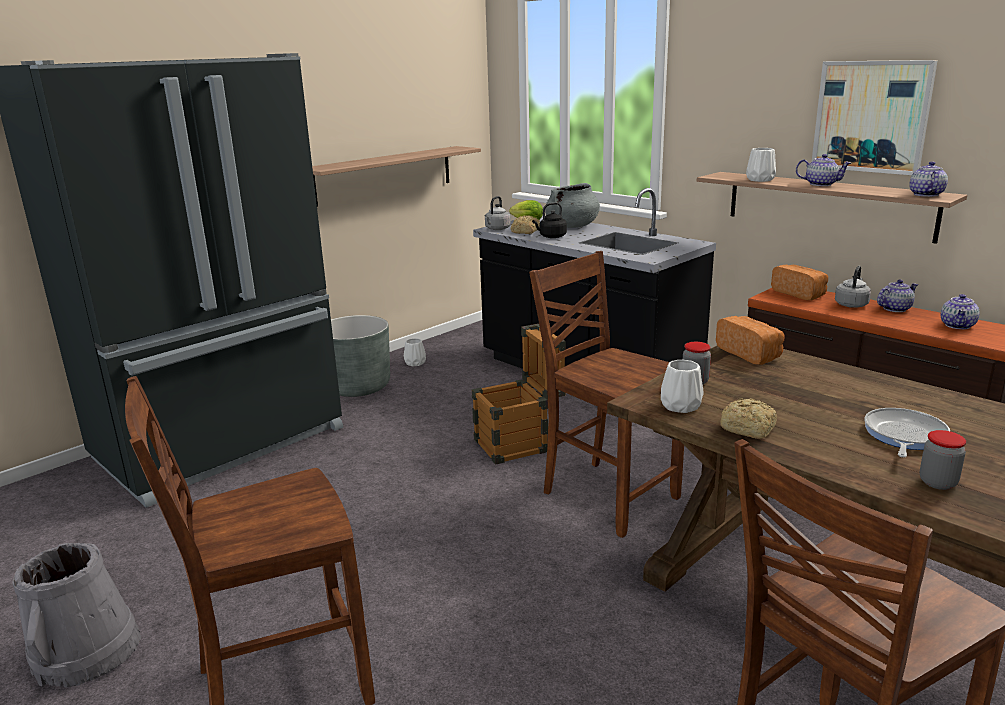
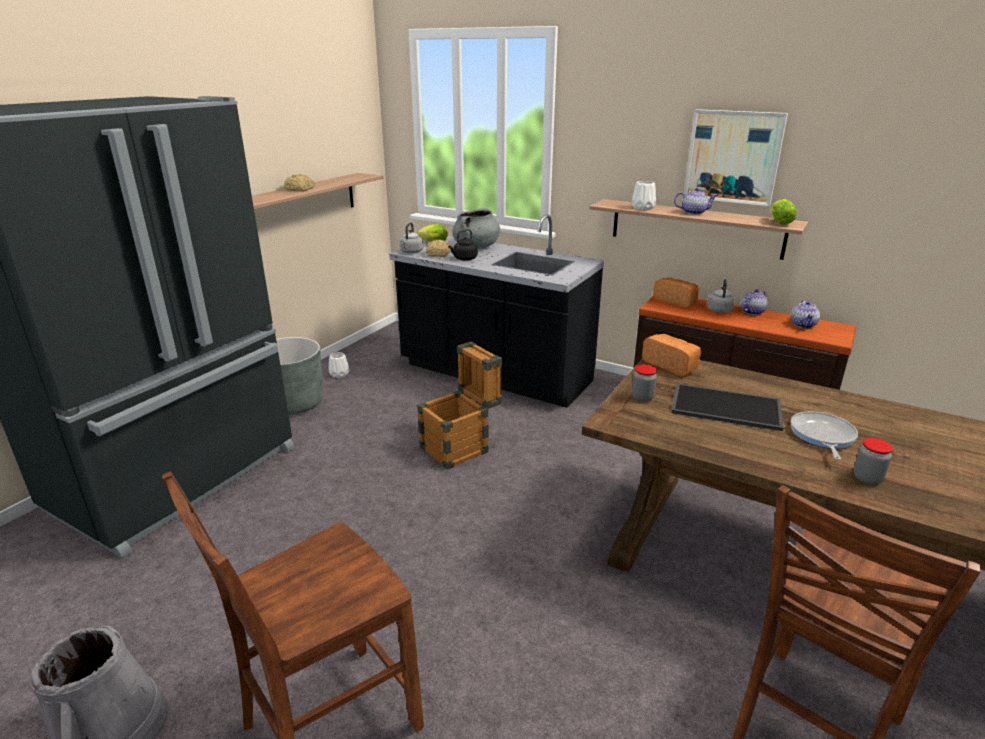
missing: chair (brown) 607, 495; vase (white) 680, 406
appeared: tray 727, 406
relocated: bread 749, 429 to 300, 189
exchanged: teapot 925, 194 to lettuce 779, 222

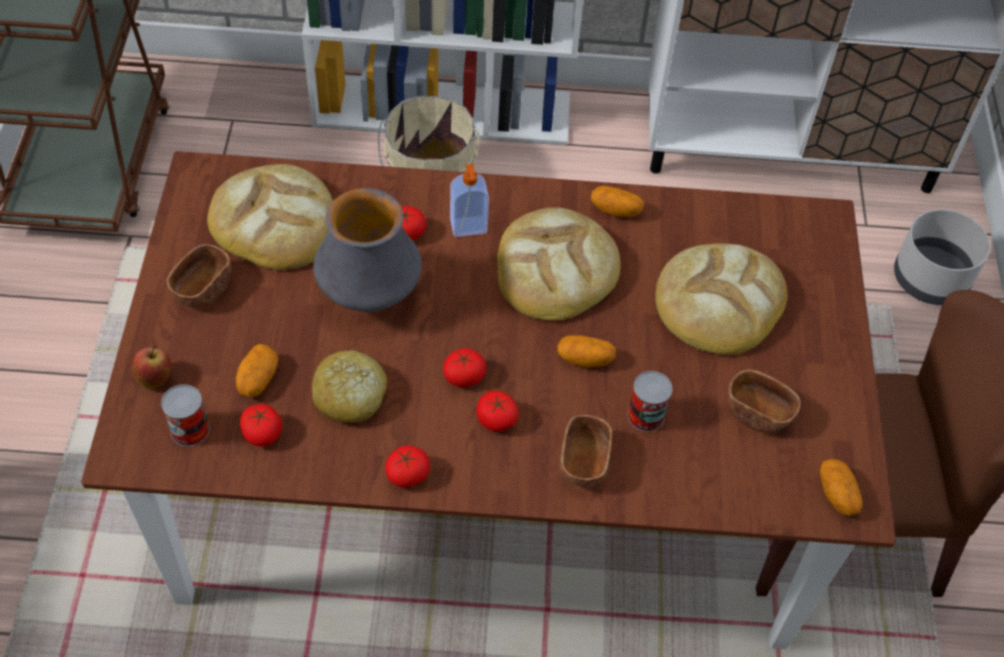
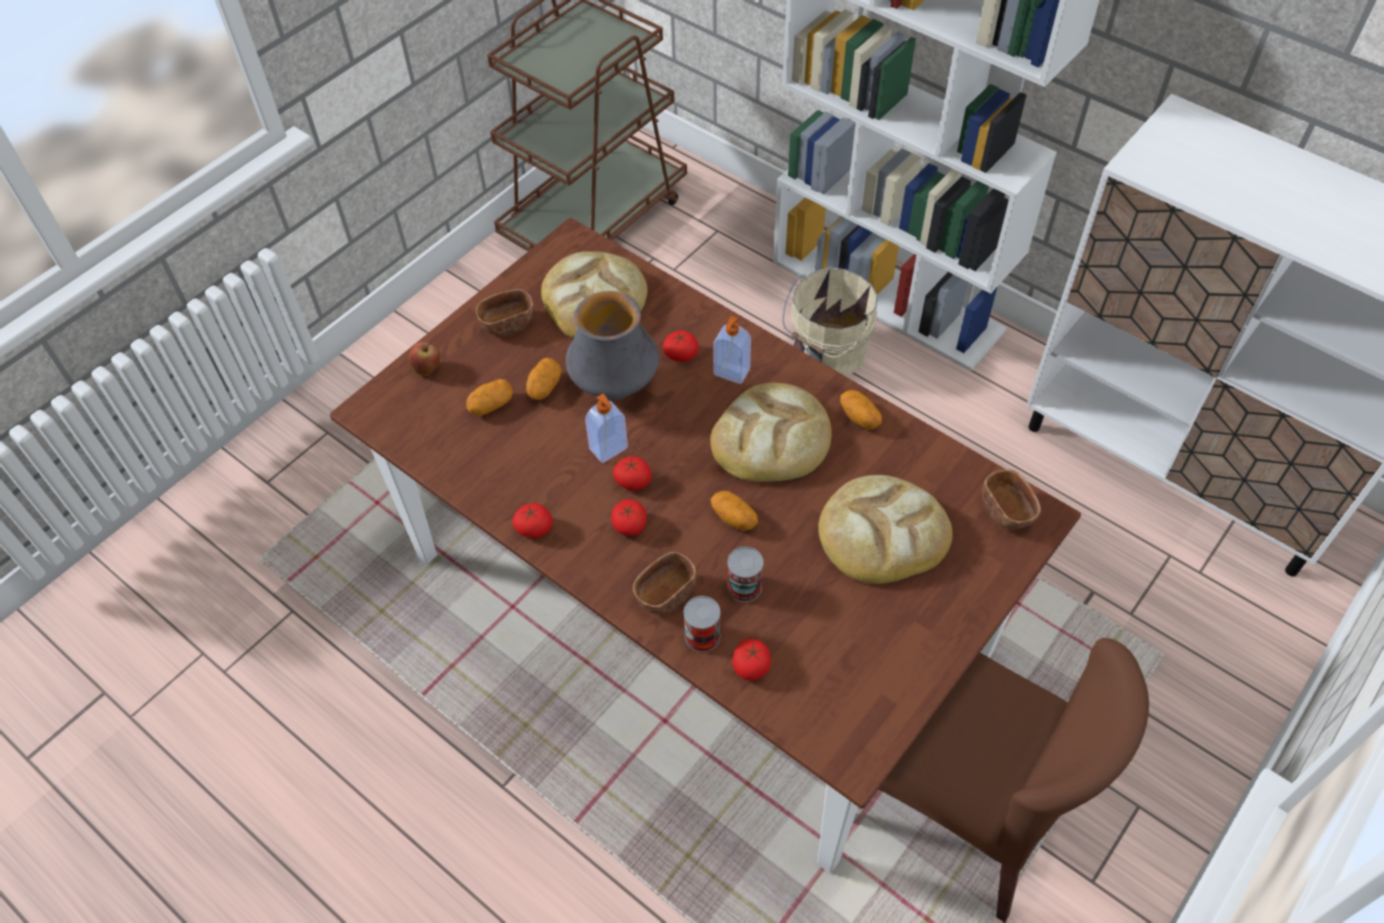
missing: bread 350, 395; planter (grey) 931, 279
appeared: soap dispenser 609, 449
relocated: can 189, 429 to 702, 636; tomato 262, 433 to 751, 666; bowl (brown) 758, 413 to 1007, 511; potato 837, 495 to 544, 387

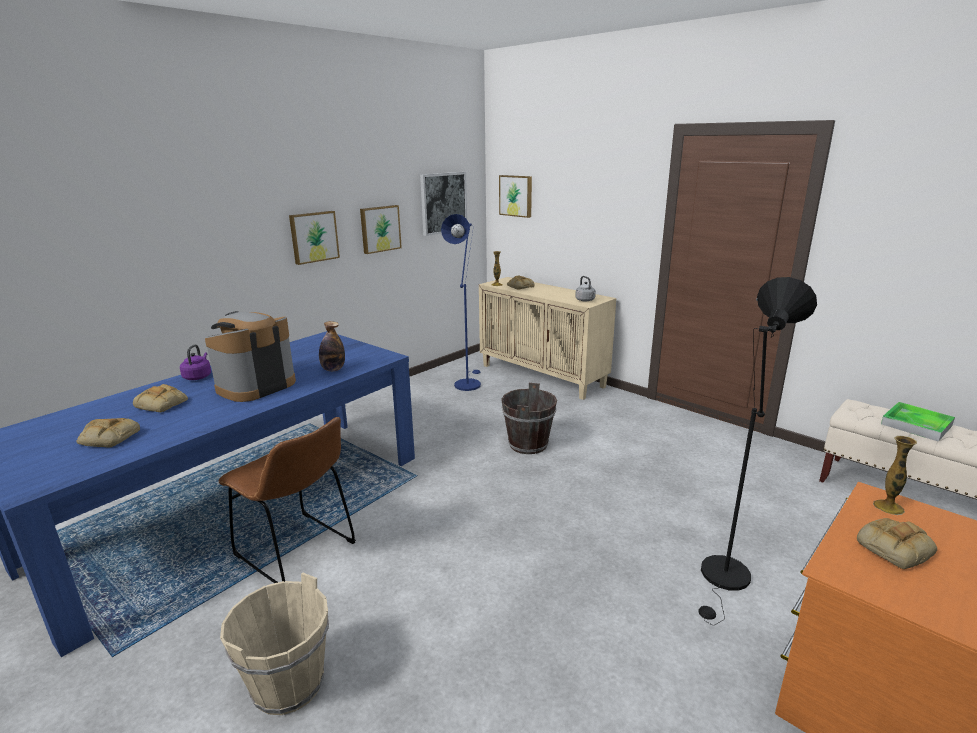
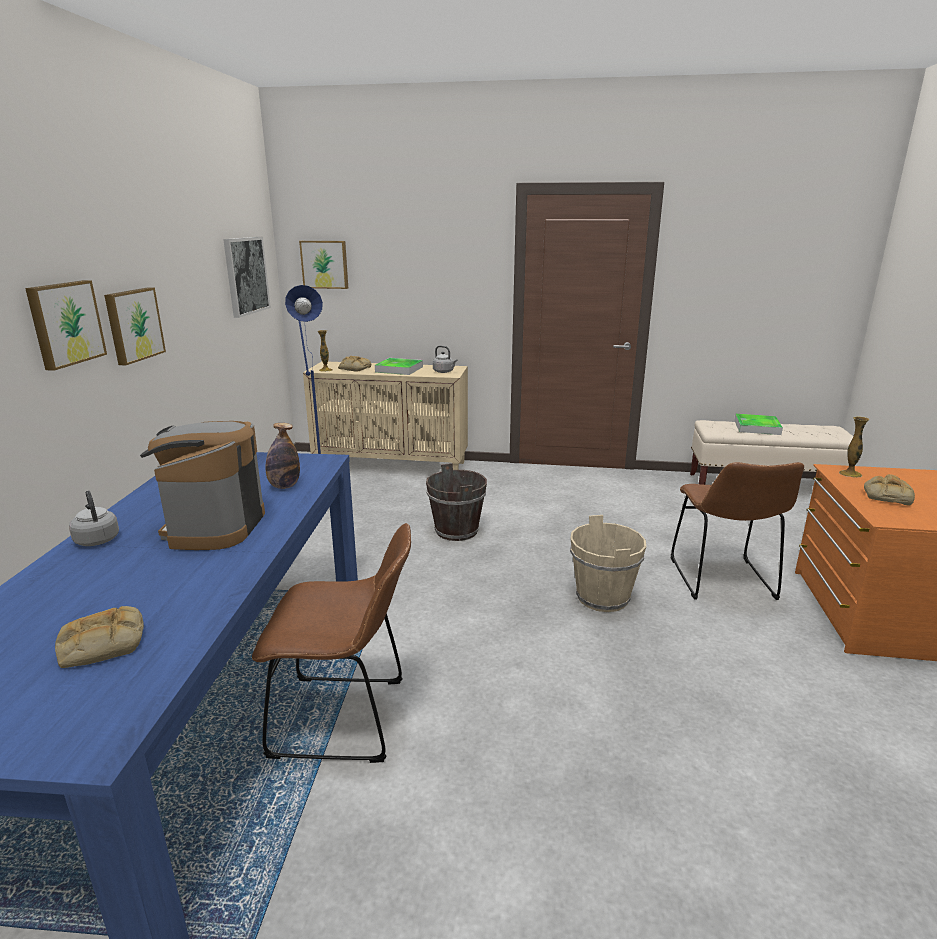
missing: bread 163, 404
appeared: tray 399, 369
relocated: bucket (beige) 288, 684 to 602, 597; picture 379, 229 to 65, 323
exchanged: floor lamp (black) 724, 580 to chair (brown) 723, 582
colour: kettle (purple) 198, 376 to kettle (grey) 97, 539

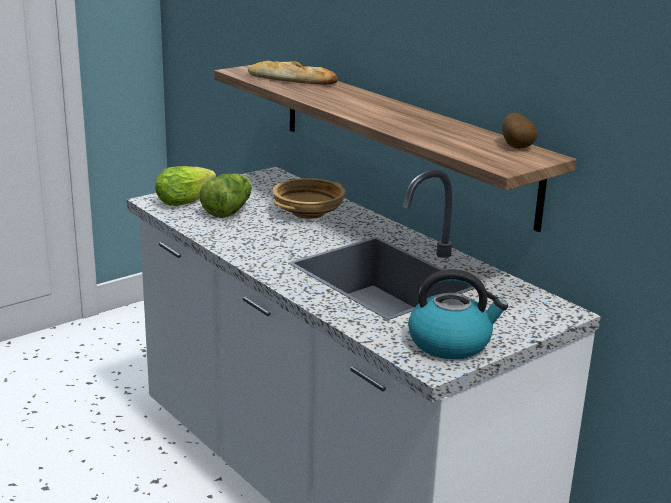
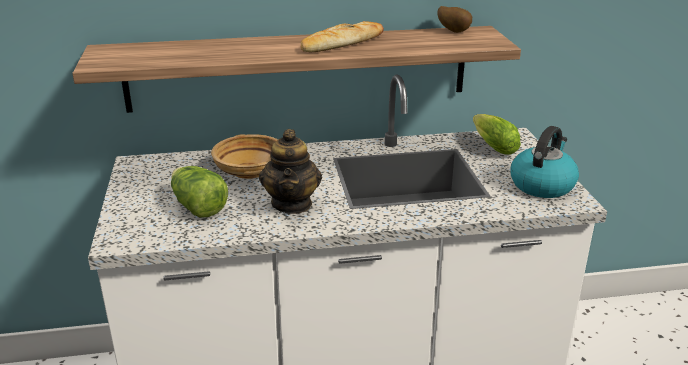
appeared: teapot 292, 203
relocated: lettuce 188, 199 to 491, 146; bread 292, 80 to 342, 43

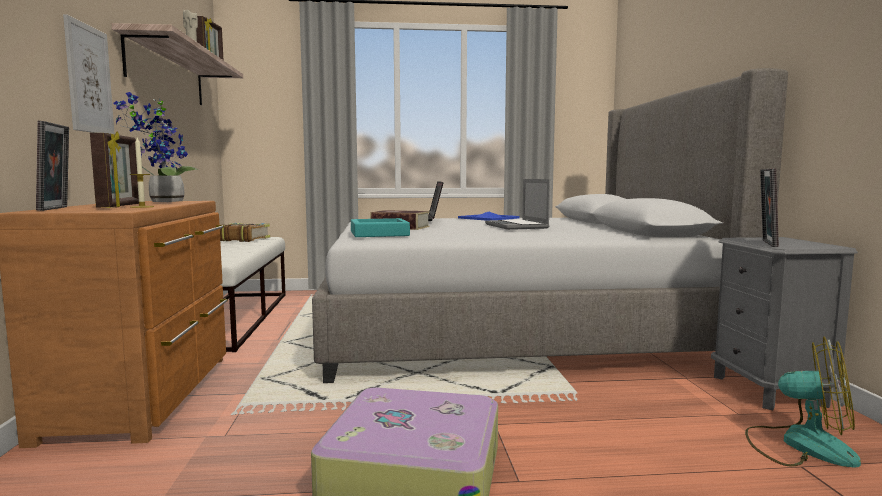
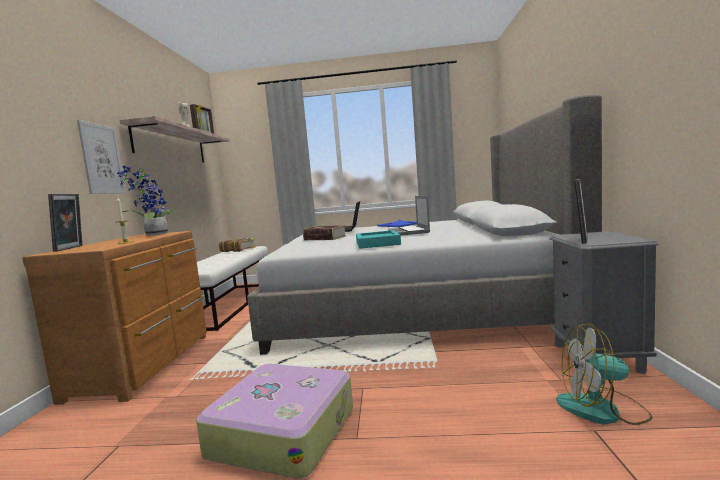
missing: picture frame 120, 206
relocated: tray (turquoise) 379, 233 to 377, 244
spun: fan 800, 445 = 602, 409 150 degrees clockwise

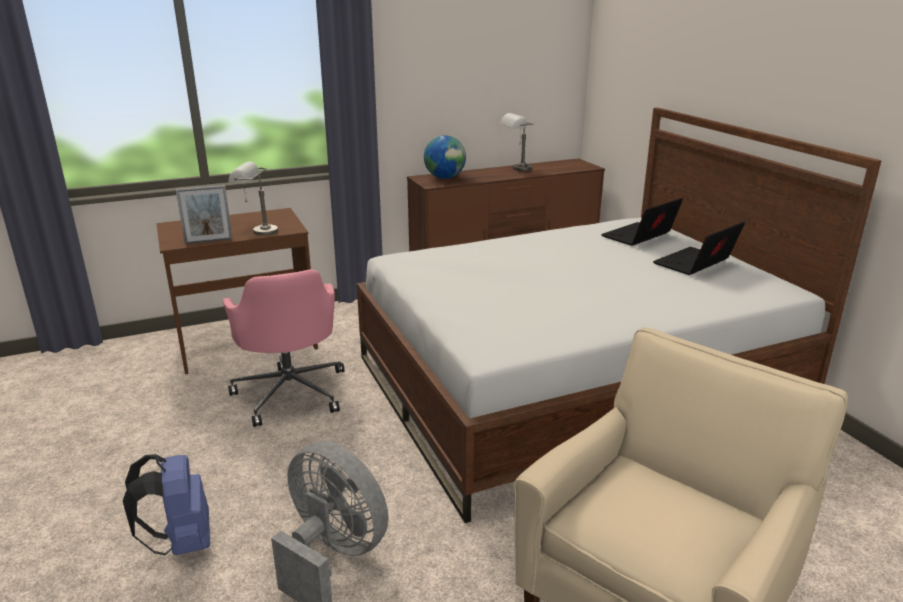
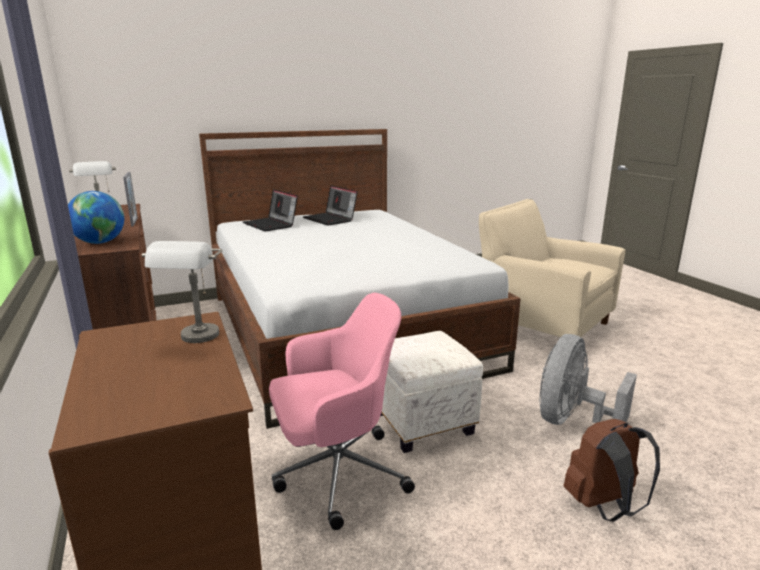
appeared: ottoman (white) 423, 422
relocated: picture frame 208, 241 to 134, 222
colour: backpack (blue) 181, 542 to backpack (brown) 604, 506

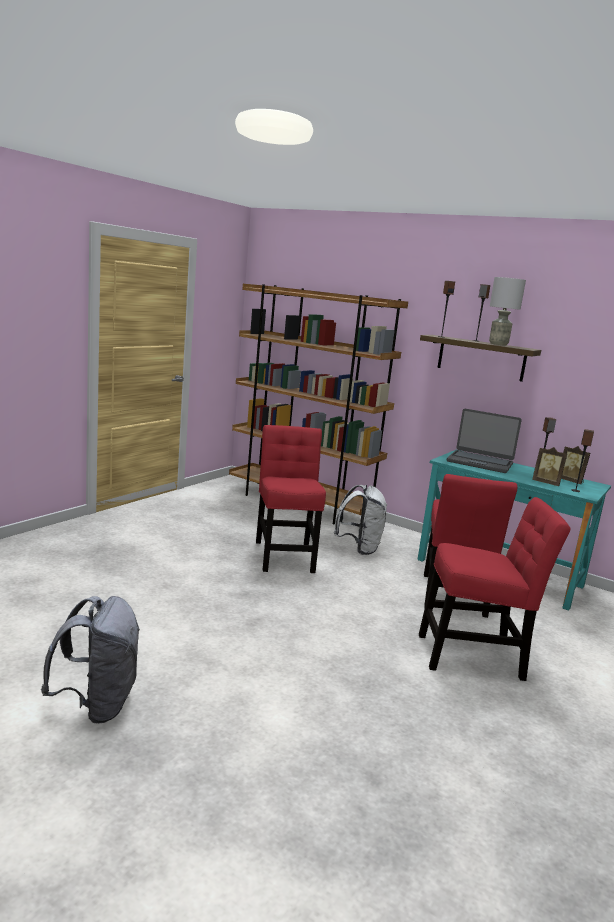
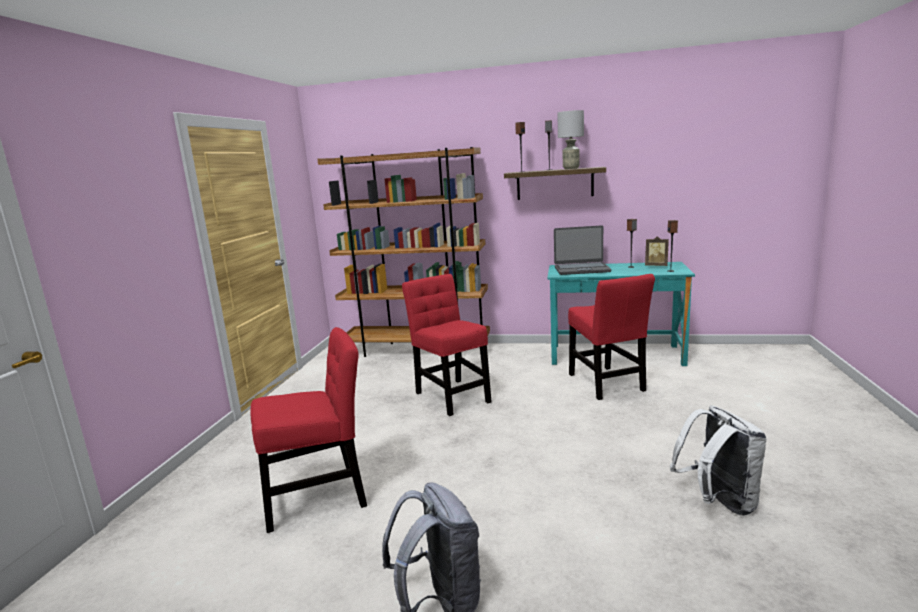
missing: picture frame 546, 483
relocated: backpack (white) 359, 548 to 718, 502; chair (red) 476, 656 to 320, 498

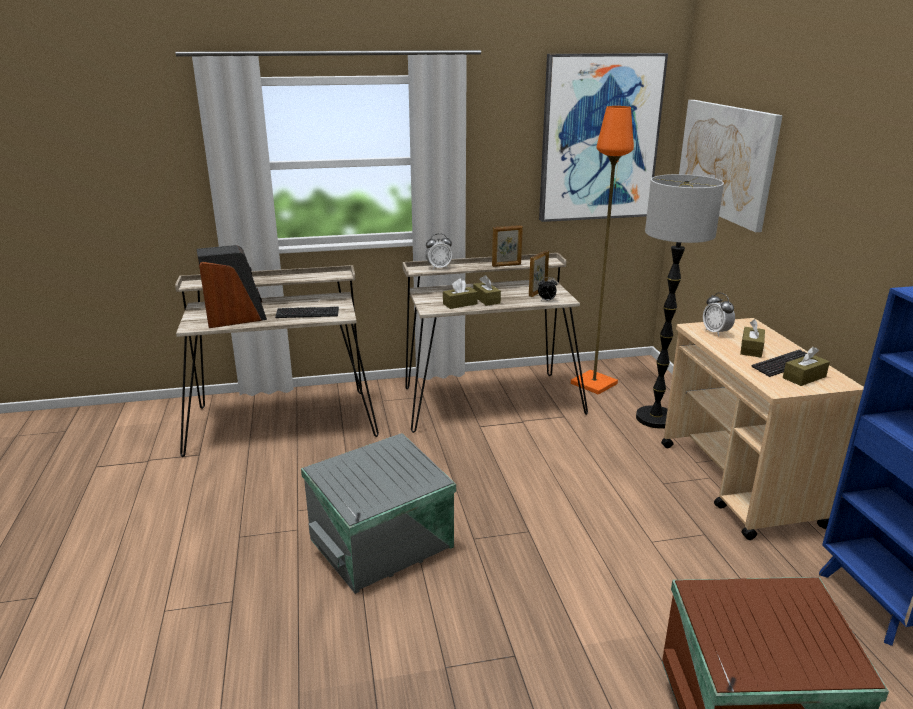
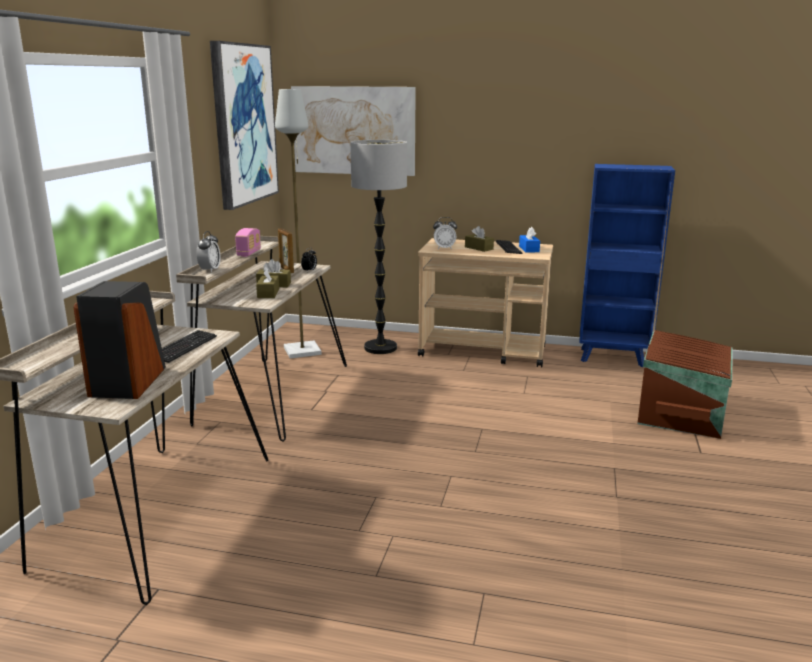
missing: storage box (grey) 384, 543
exchanged: picture frame 506, 265 to radio 249, 253
colour: floor lamp (orange) 594, 383 to floor lamp (grey) 302, 351; tissue box (brown) 804, 377 to tissue box (blue) 529, 249

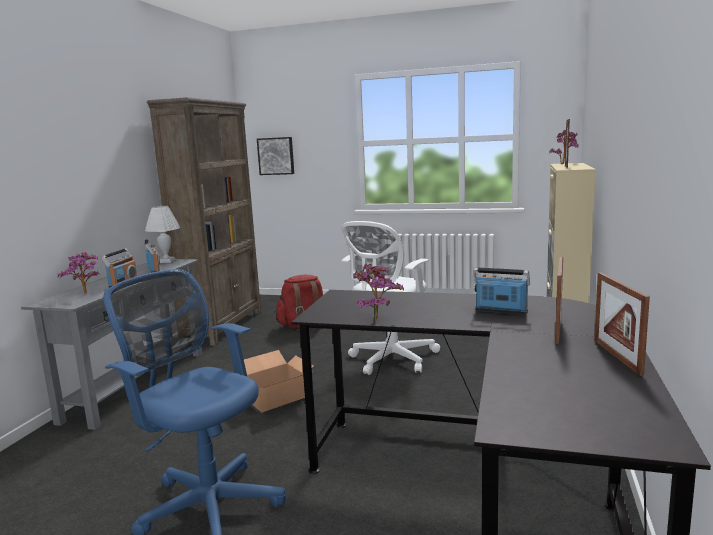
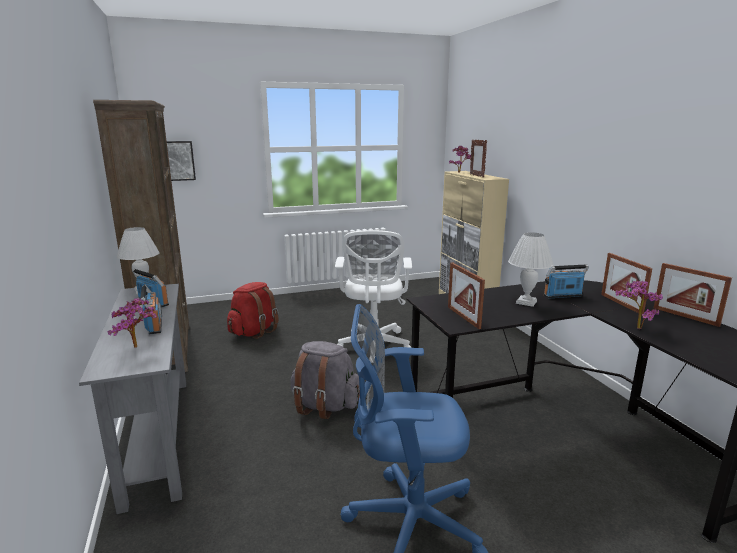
appeared: picture frame 463, 317; table lamp (white) 526, 302
relocated: potted plant 375, 319 to 635, 327
exchanged: cardboard box 274, 397 to backpack (grey) 324, 406

